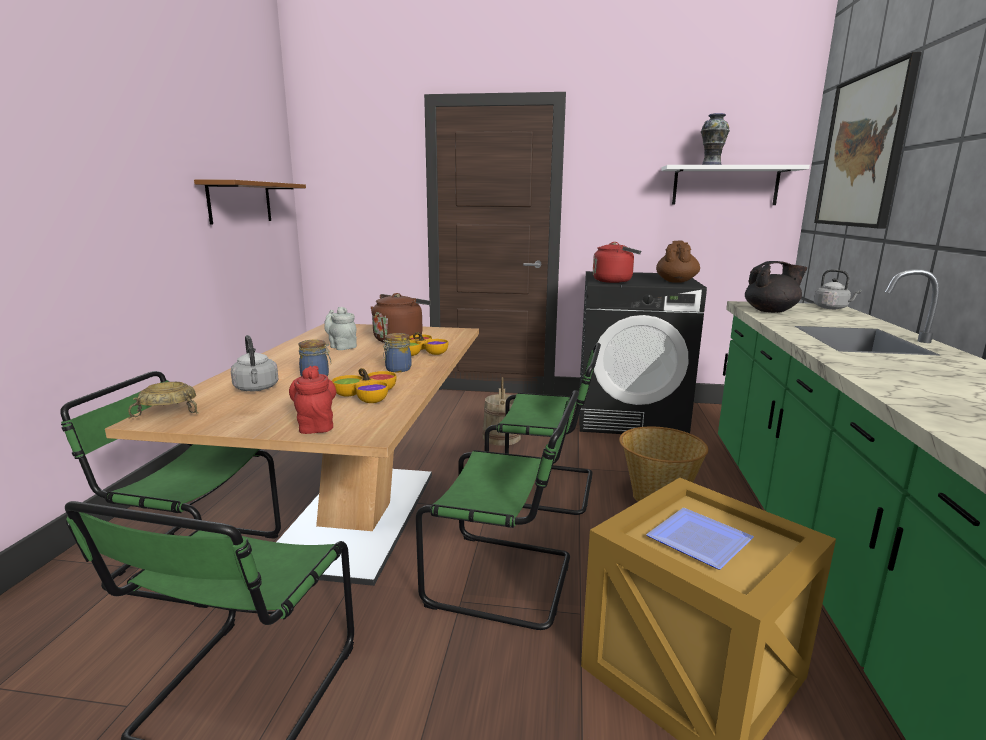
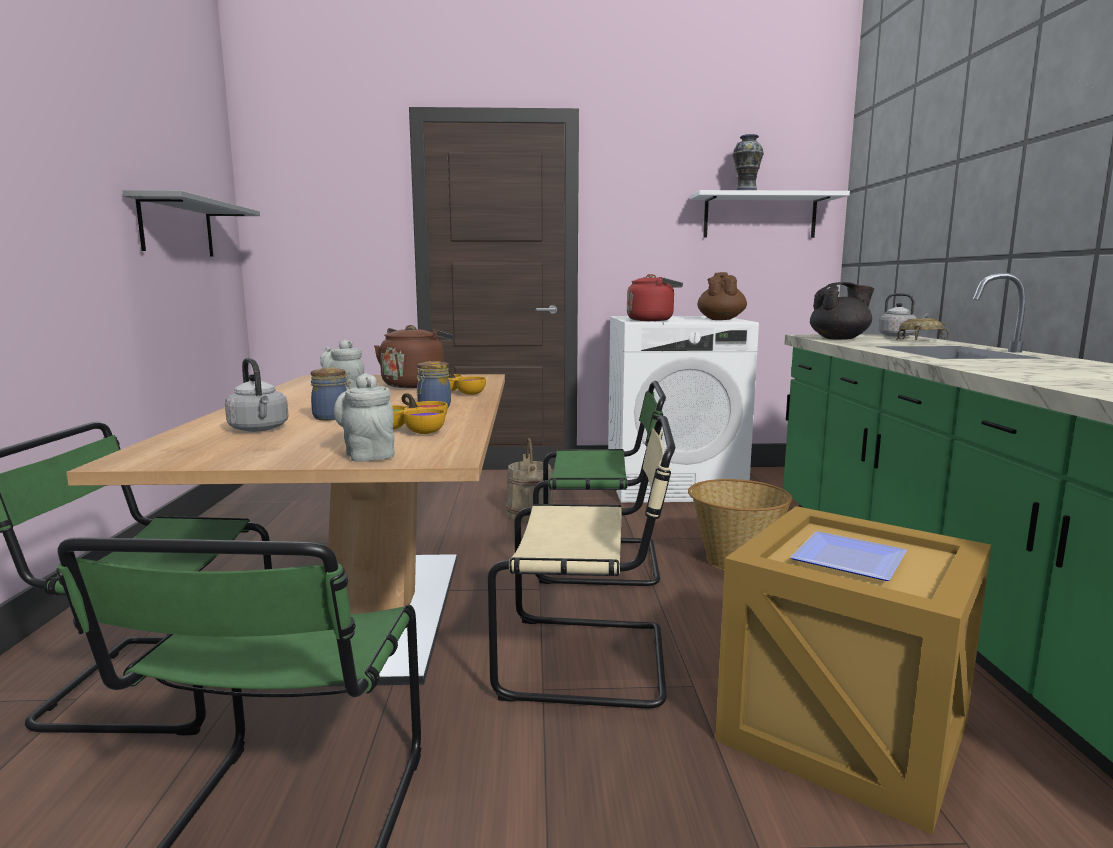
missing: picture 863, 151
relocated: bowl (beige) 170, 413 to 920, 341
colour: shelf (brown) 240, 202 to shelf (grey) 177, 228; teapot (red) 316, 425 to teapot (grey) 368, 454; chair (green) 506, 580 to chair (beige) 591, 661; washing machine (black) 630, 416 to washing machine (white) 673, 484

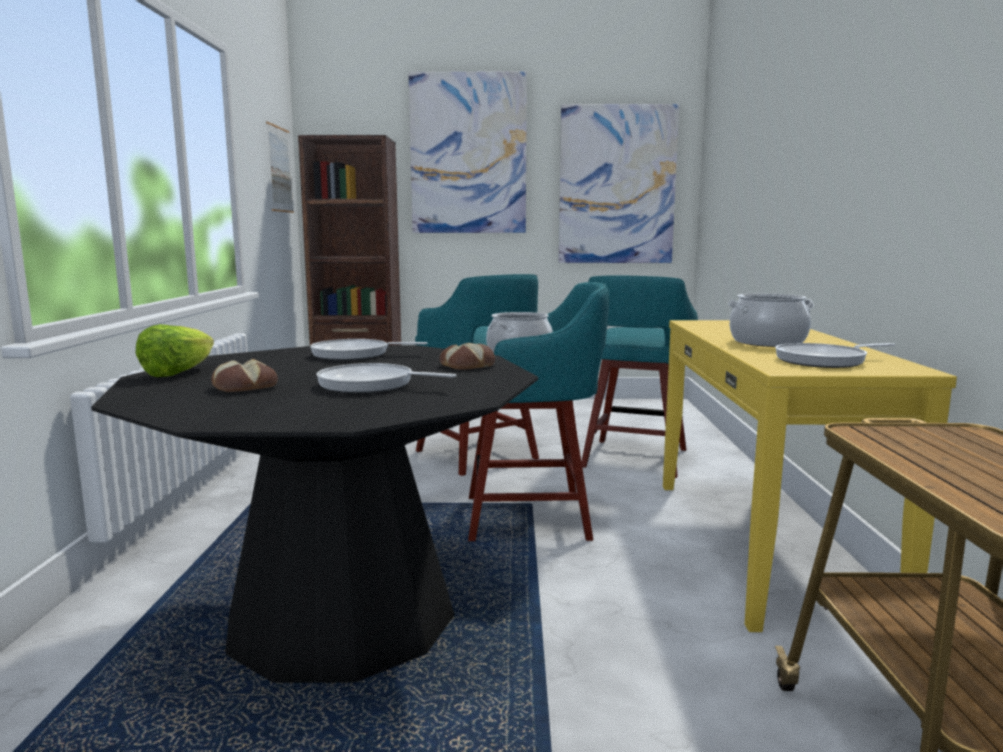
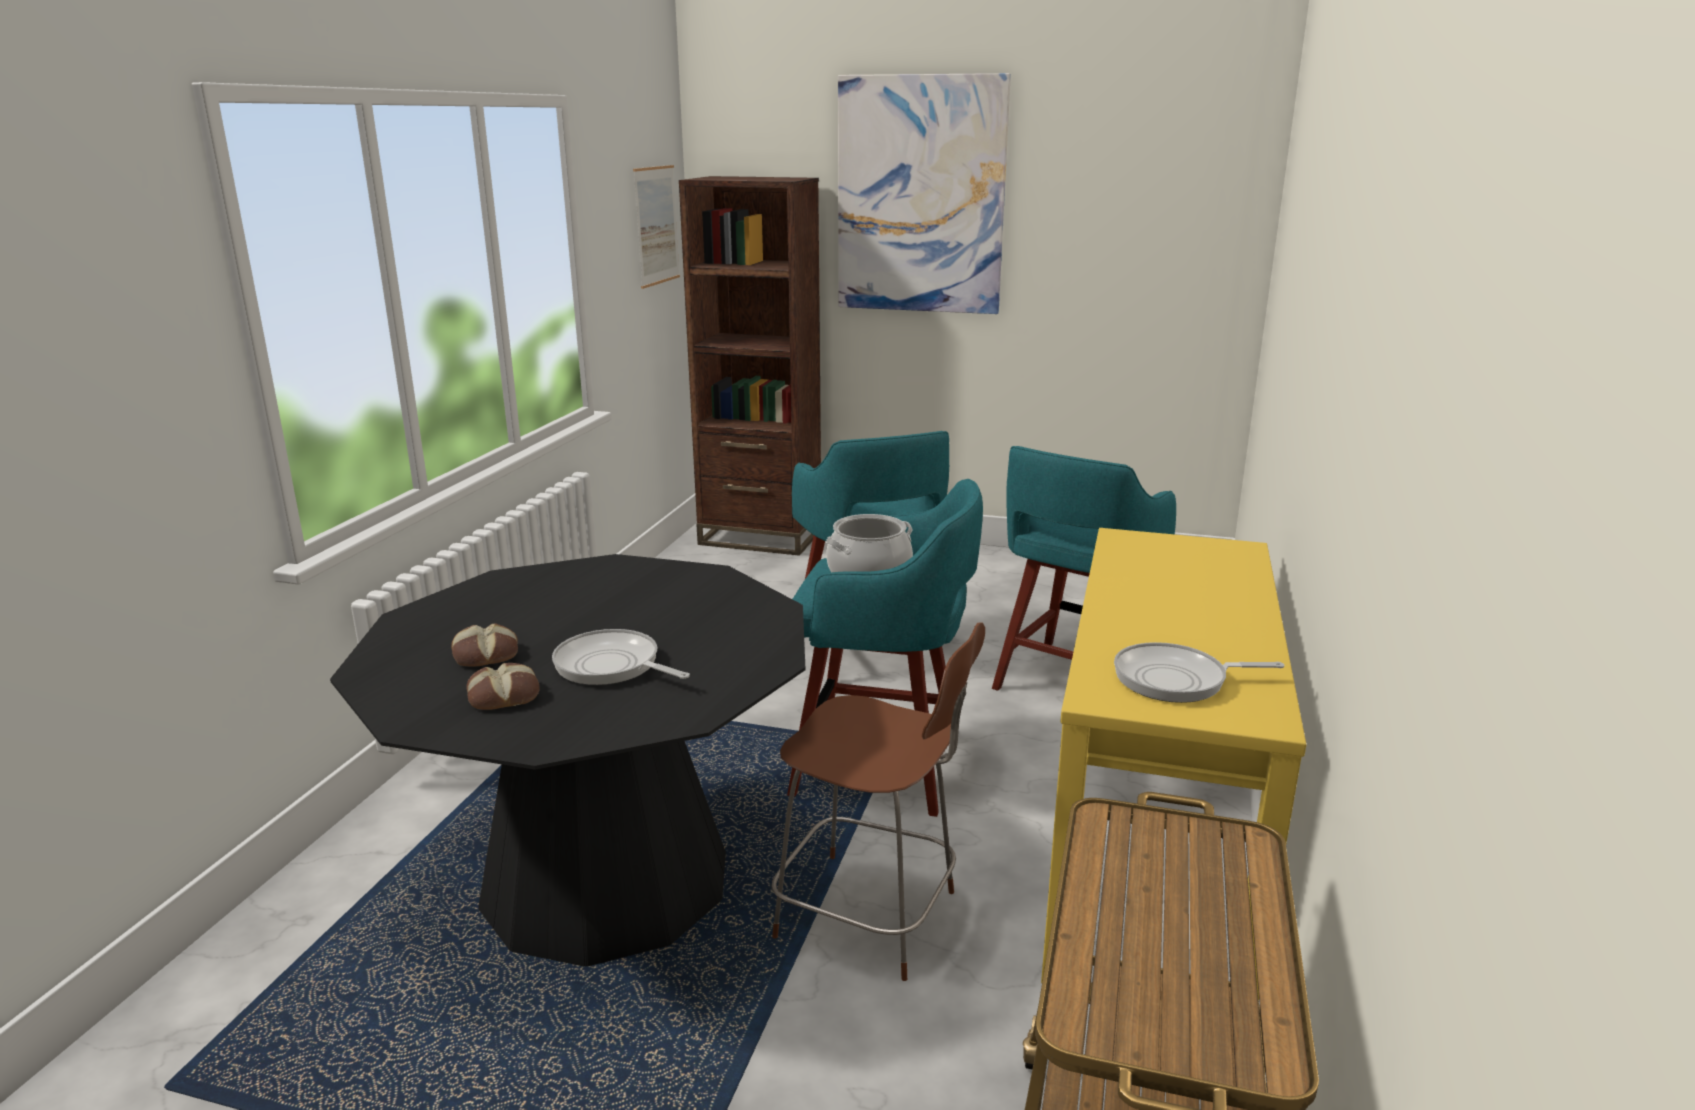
missing: lettuce 178, 373; frying pan 355, 355; picture 617, 185; cooking pot 767, 342
appeared: chair (brown) 872, 917
relocated: bread 467, 365 to 504, 695

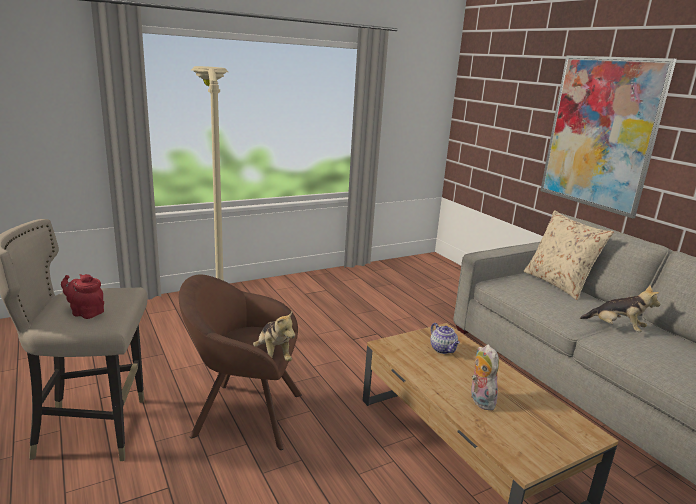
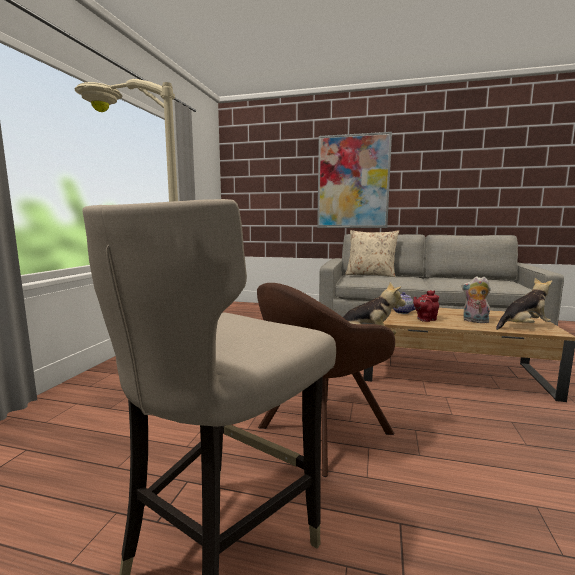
relocated: teapot (red) 86, 312 to 425, 319; plush toy 616, 328 to 523, 327

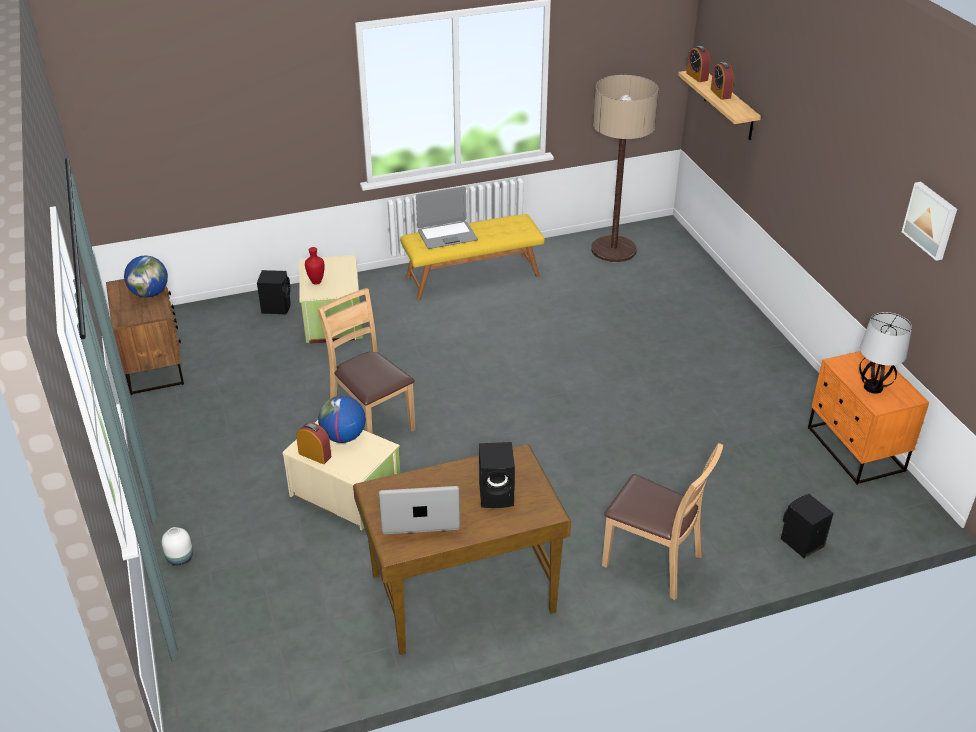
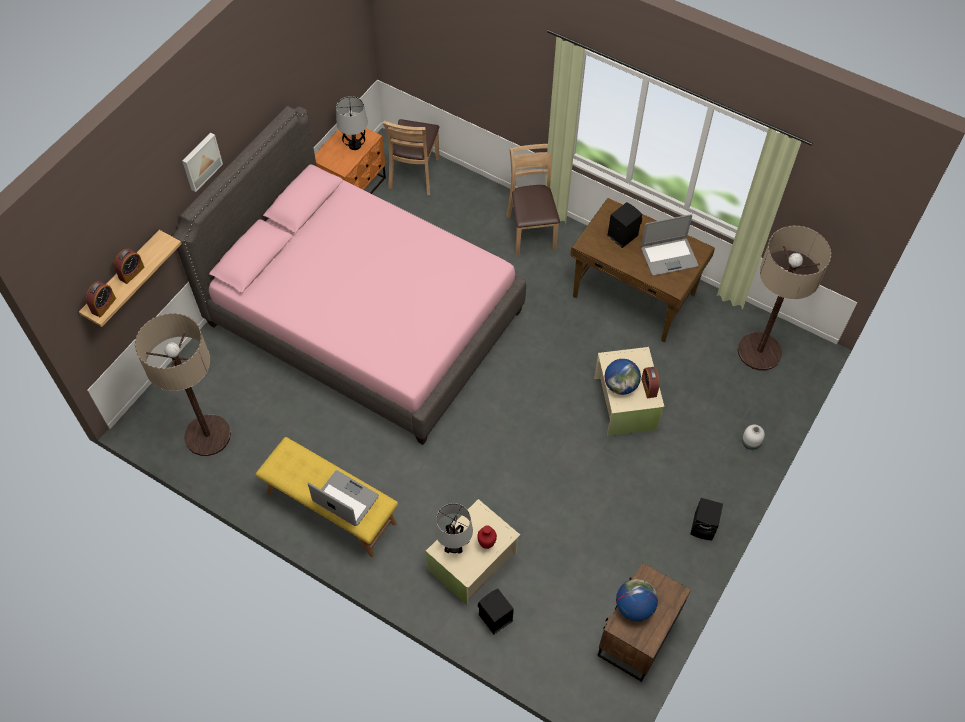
appeared: bed (pink) 365, 318; table lamp 454, 546; floor lamp 759, 352
relocated: chair (brown) 372, 422 to 414, 174; speaker (black) 800, 543 to 704, 527; picture 931, 220 to 200, 161
spun: laptop 420, 514 = 668, 256 60 degrees counterclockwise

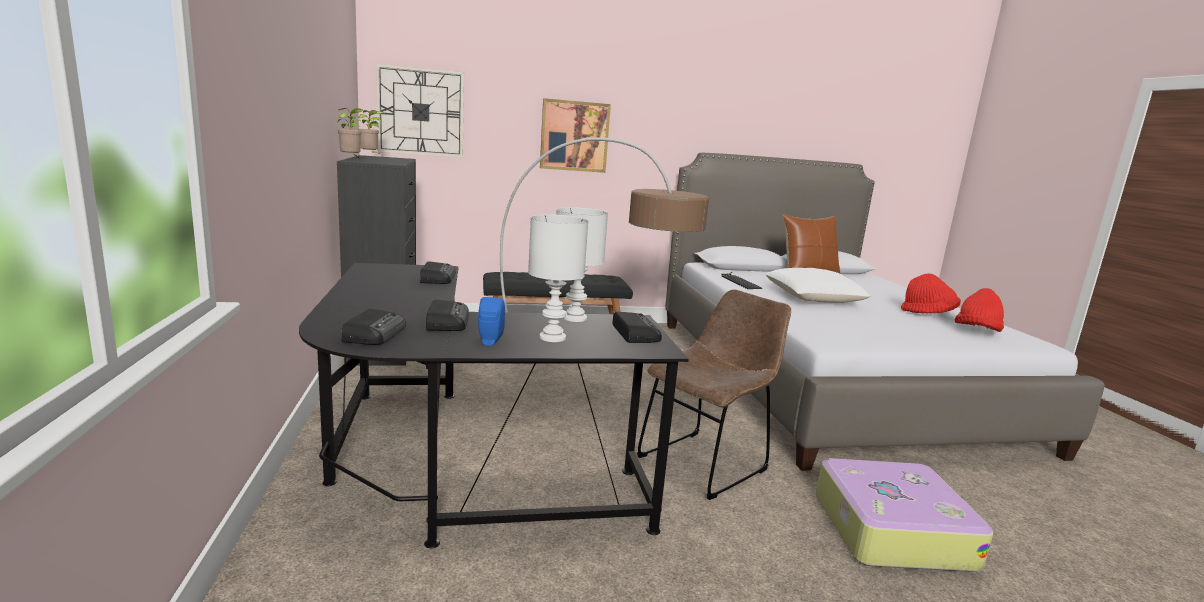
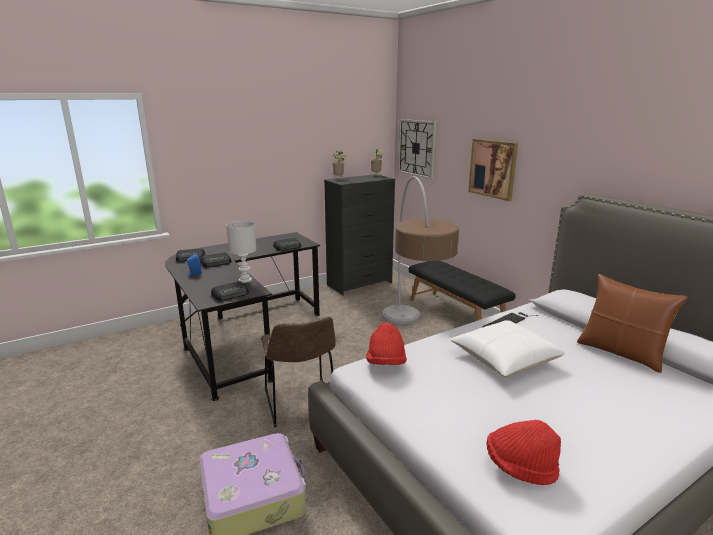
missing: table lamp (white) 553, 337
relocated: hat (red) 928, 313 to 386, 363
spun: chair (brown) 706, 462 = 301, 405 45 degrees clockwise

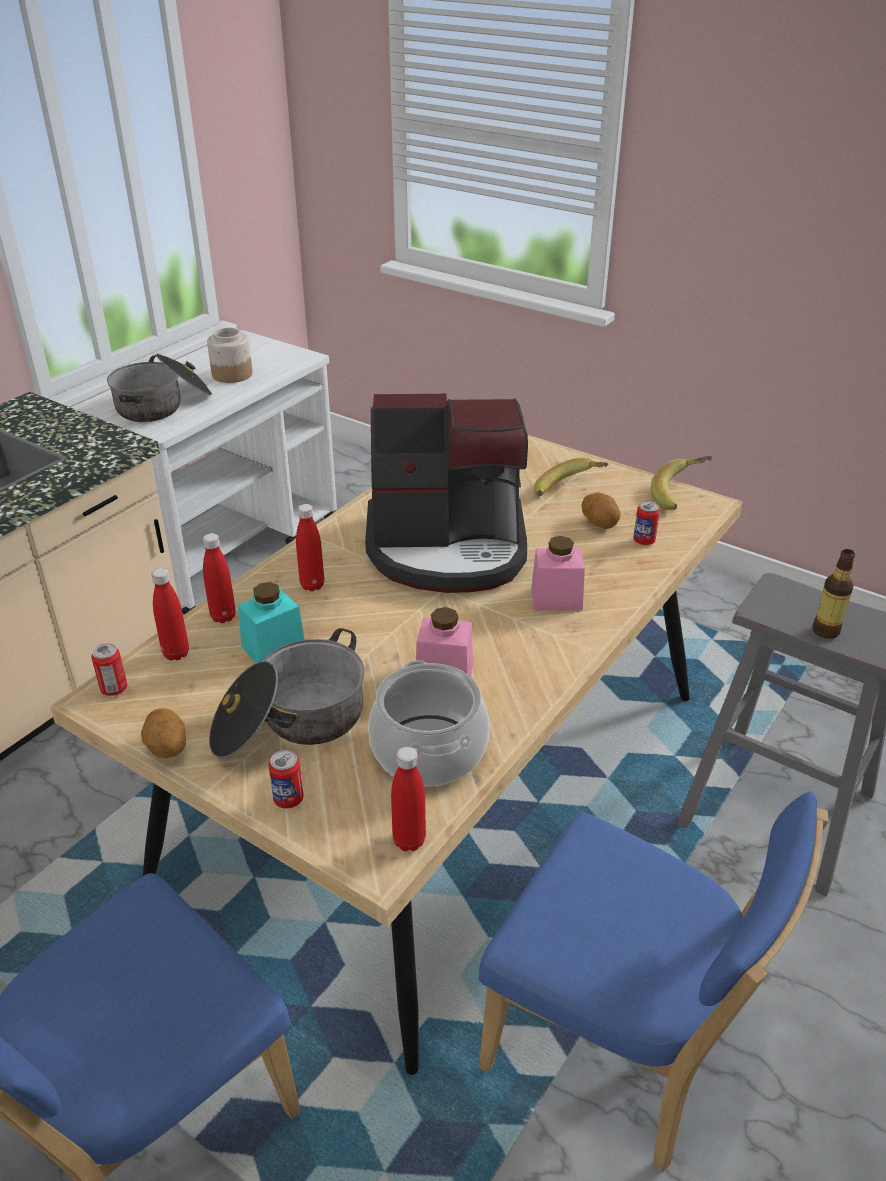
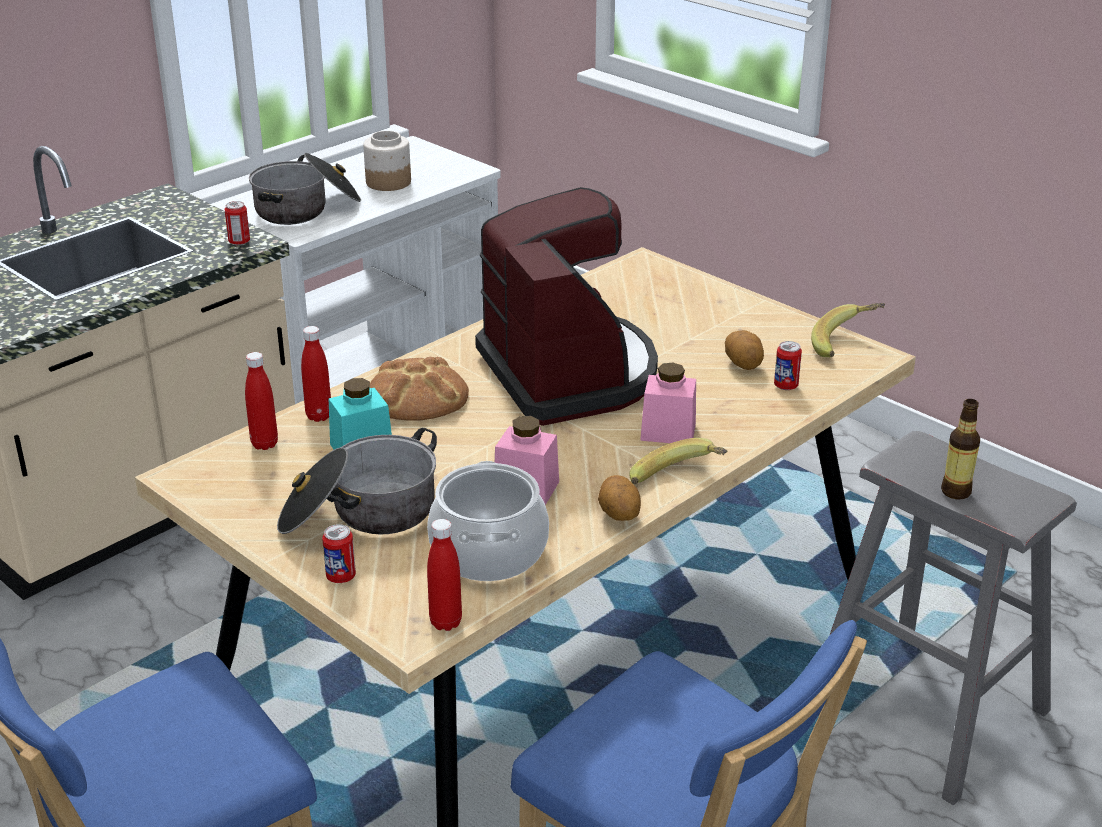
relocated: can 114, 689 to 239, 242; potato 167, 749 to 618, 516; banana 569, 492 to 679, 481
exchanged: bottle (red) 312, 585 to bread 416, 396
spun: coffee machine 448, 548 = 569, 374 120 degrees counterclockwise

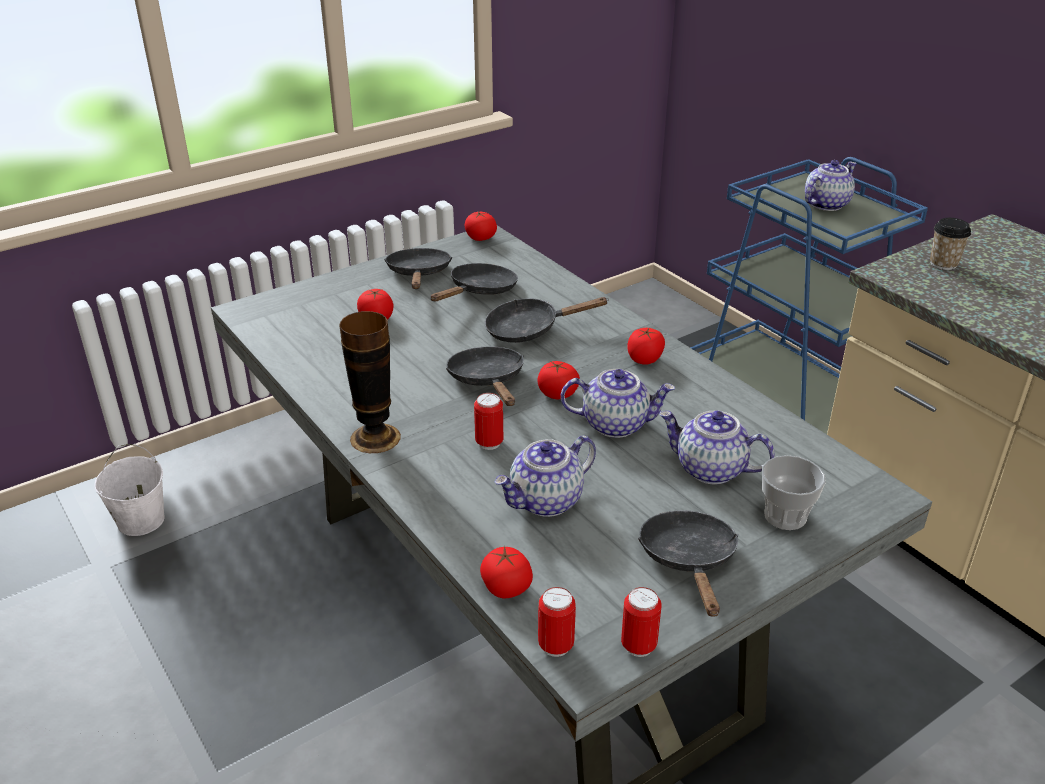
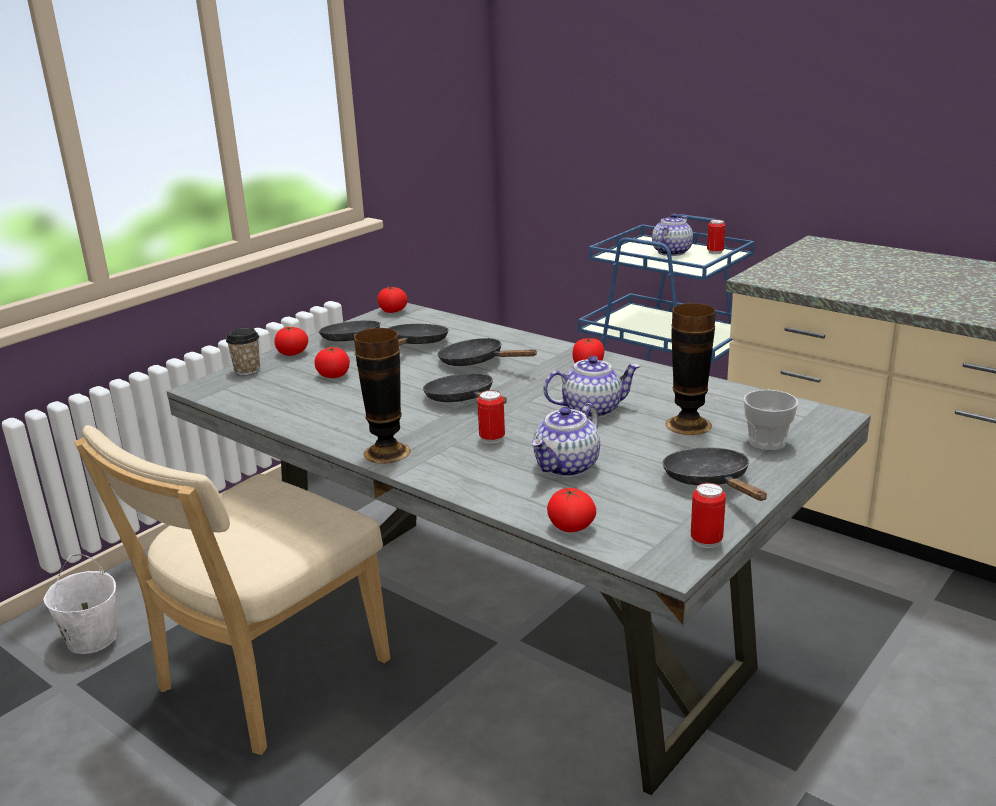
appeared: chair (beige) 265, 681
relocated: tomato 557, 394 to 292, 353; can 556, 645 to 715, 252; cup 943, 264 to 247, 370
exchanged: teapot 710, 469 to vase 688, 424
spun: frying pan (black) 529, 329 = 477, 362 60 degrees clockwise

